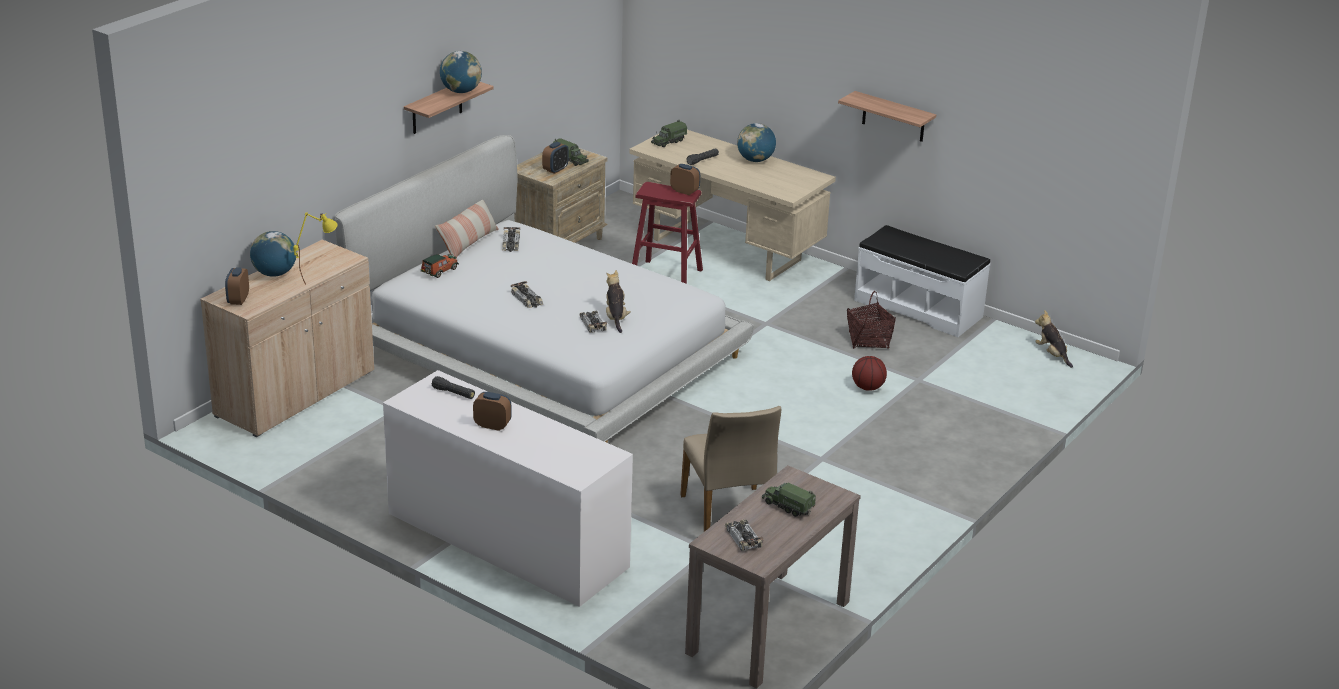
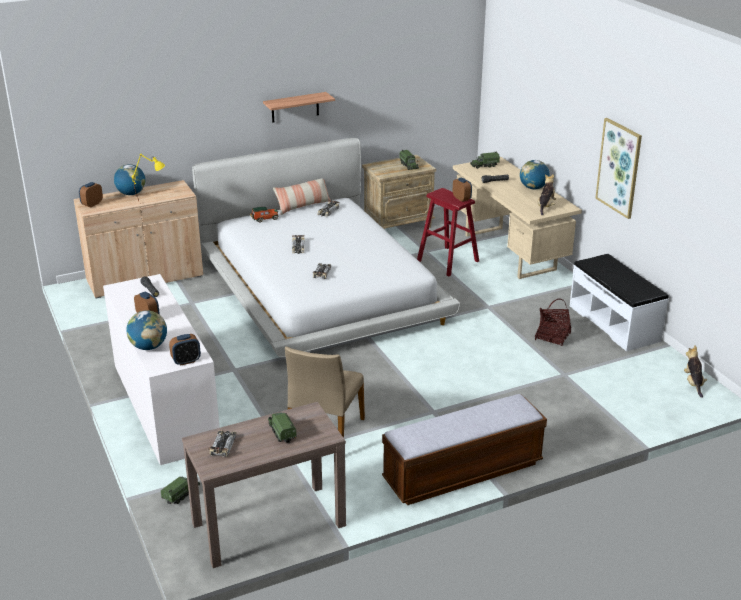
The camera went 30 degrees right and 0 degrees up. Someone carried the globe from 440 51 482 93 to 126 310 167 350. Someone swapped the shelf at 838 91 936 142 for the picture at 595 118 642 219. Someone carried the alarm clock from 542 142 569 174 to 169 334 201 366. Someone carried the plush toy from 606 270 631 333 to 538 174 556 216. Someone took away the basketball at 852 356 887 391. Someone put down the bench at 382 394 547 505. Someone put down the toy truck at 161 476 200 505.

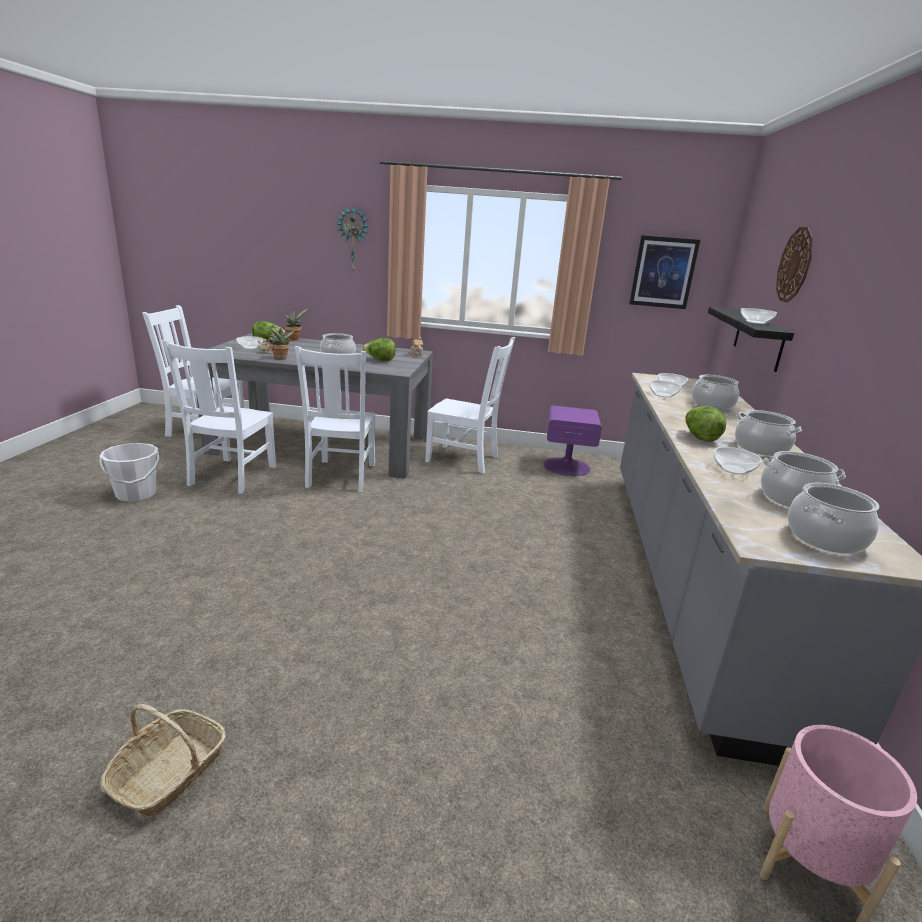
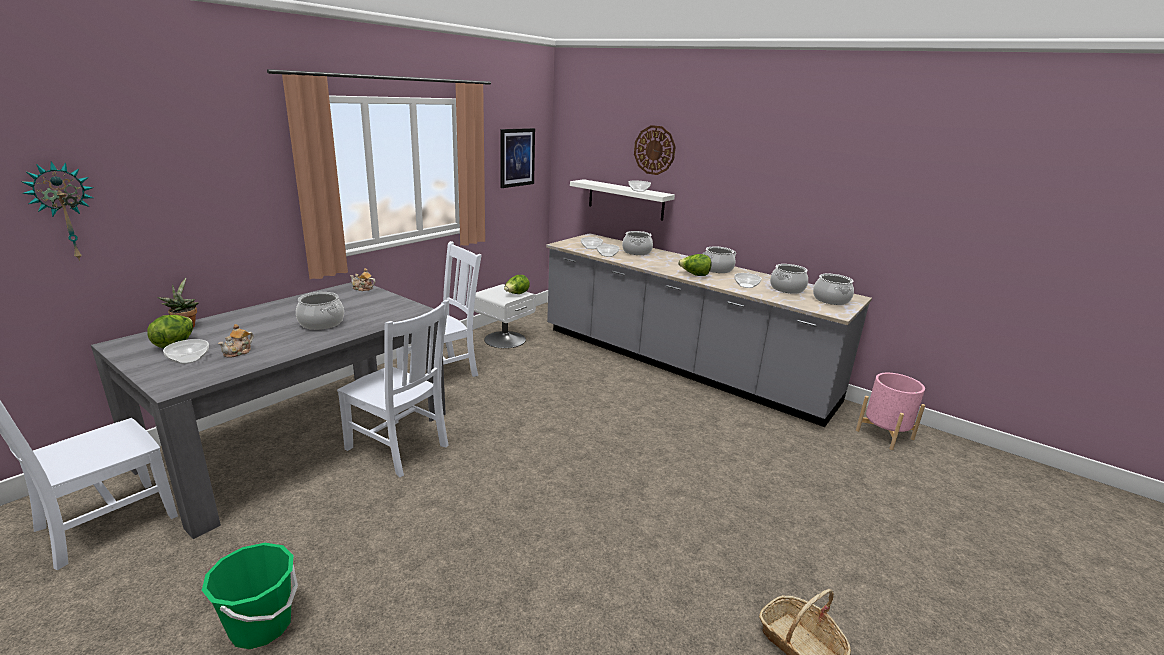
The camera went 60 degrees left and 0 degrees up. Someone carried the wall clock from 337 207 369 271 to 22 161 94 261. Someone repainted the shelf (black) at 708 307 794 372, which became the shelf (white) at 570 179 675 221. Someone took away the potted plant at 268 325 294 360. Someone carried the lettuce from 362 338 396 361 to 504 275 530 294. Someone took away the chair (white) at 162 340 276 494. Someone repainted the nightstand (purple) at 544 405 602 476, which became the nightstand (white) at 474 284 536 348. Someone repainted the bucket (white) at 99 443 160 502, which became the bucket (green) at 202 543 298 649.

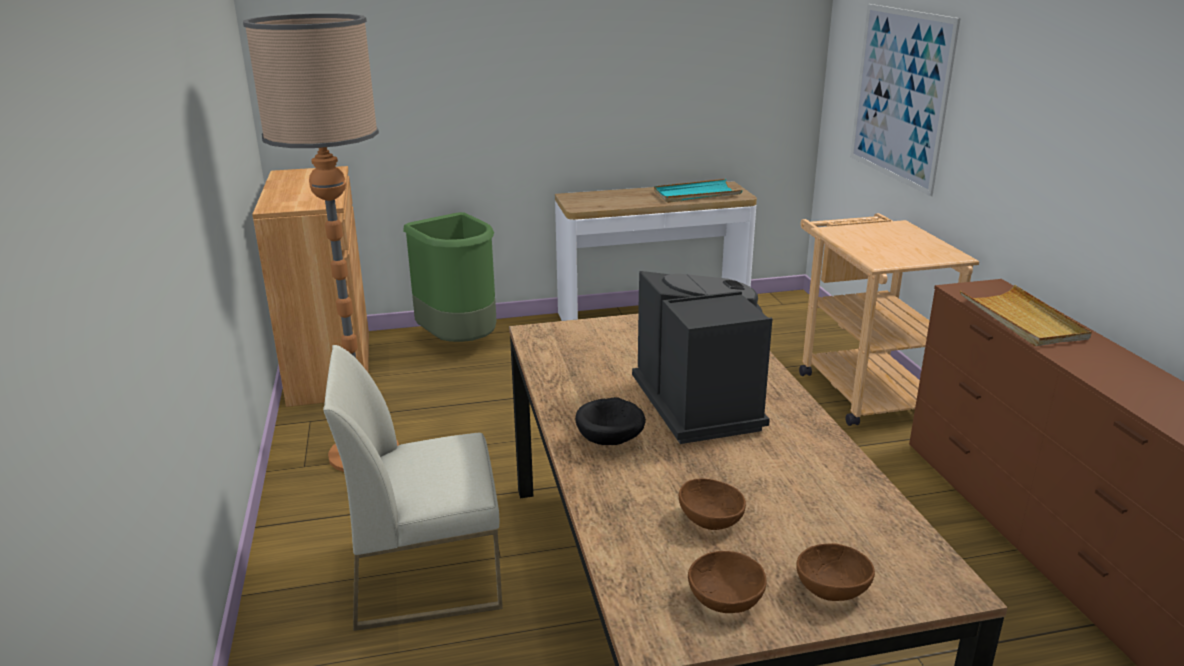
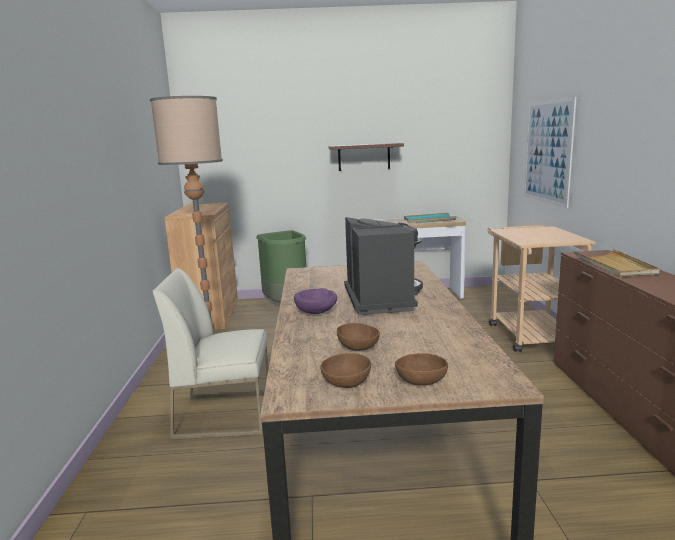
The camera went 10 degrees right and 10 degrees down. Someone repainted the bowl (black) at 575 397 646 445, which became the bowl (purple) at 294 288 337 314. Someone put up the shelf (brown) at 329 143 404 171.

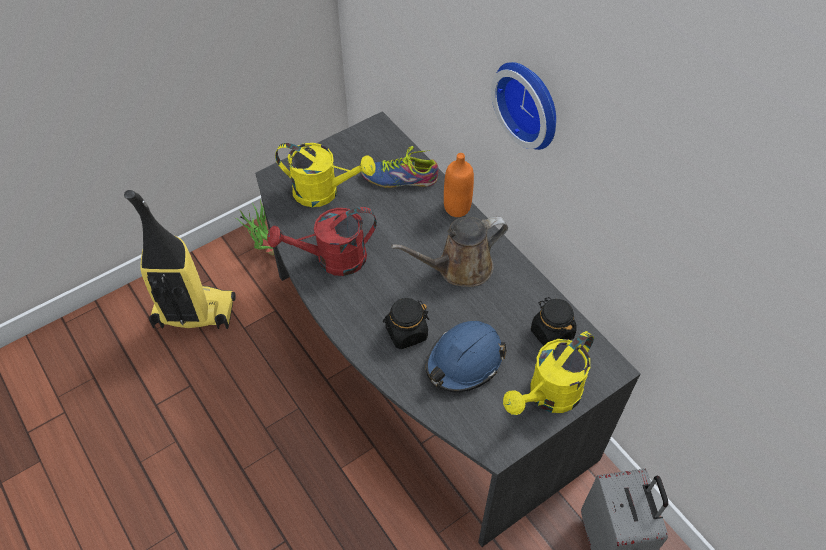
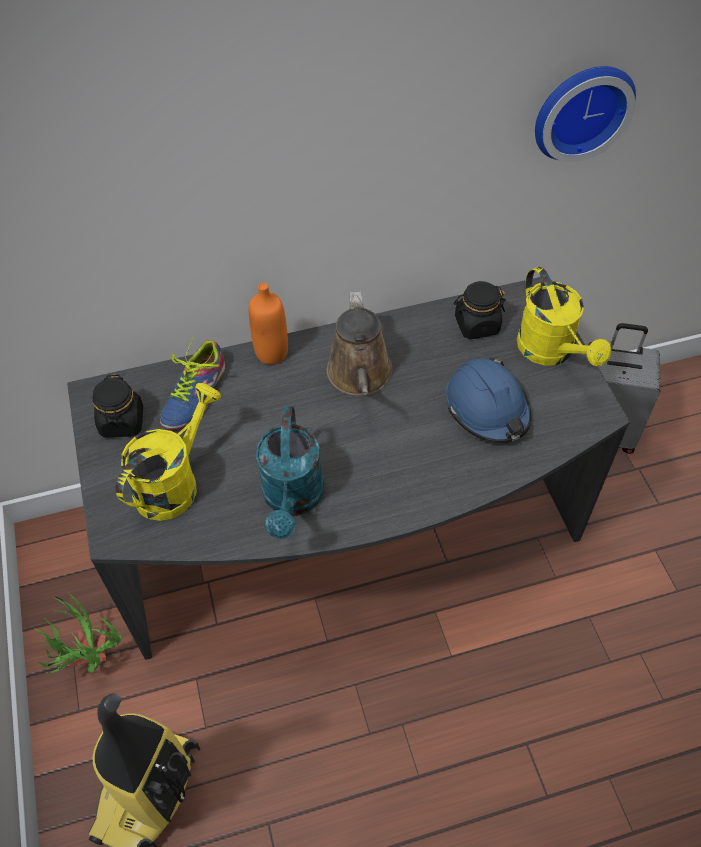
The camera went 70 degrees left and 0 degrees up. Someone carried the wall clock from 491 62 556 150 to 535 66 636 162. Someone repainted the watering can (red) at 267 207 377 276, which became the watering can (turquoise) at 256 406 324 539. Someone carried the jar (black) from 383 298 429 349 to 92 375 143 438.

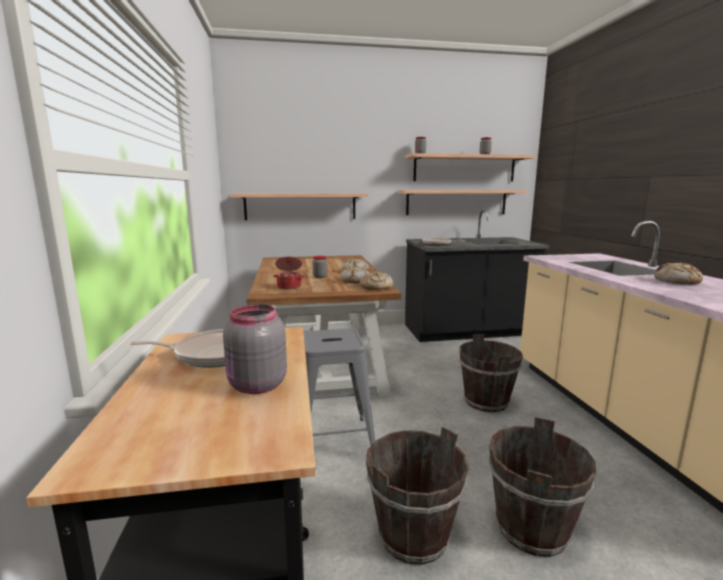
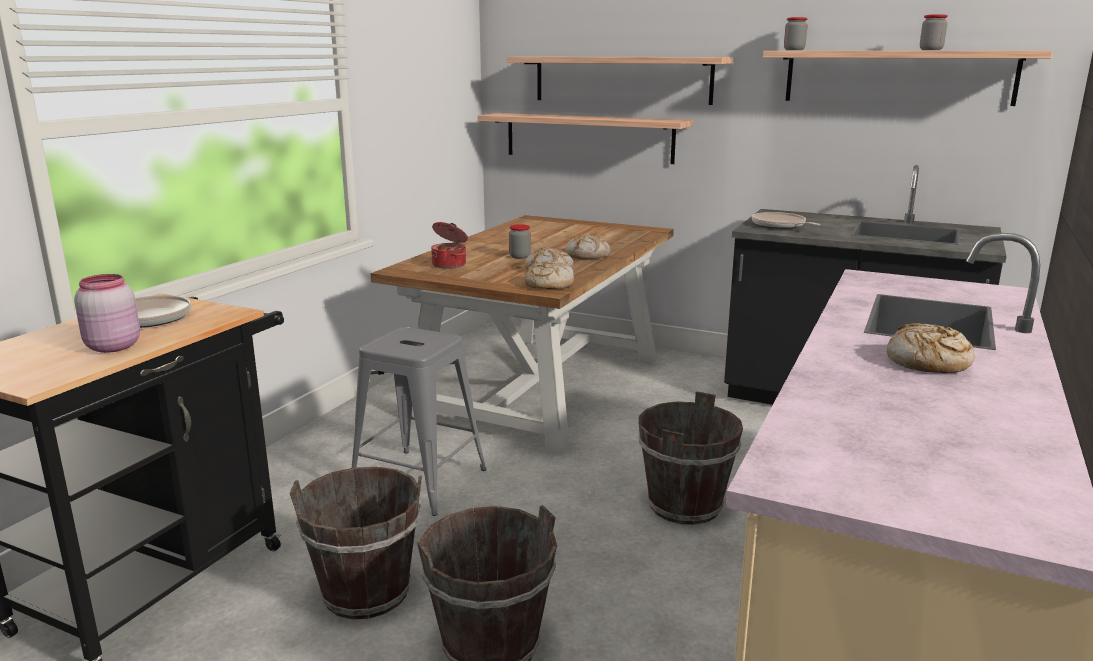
The camera went 35 degrees right and 5 degrees up. Someone carried the shelf from 398 190 526 215 to 506 56 733 105. Someone repainted the jar (grey) at 223 304 287 394, which became the jar (pink) at 74 274 140 353.

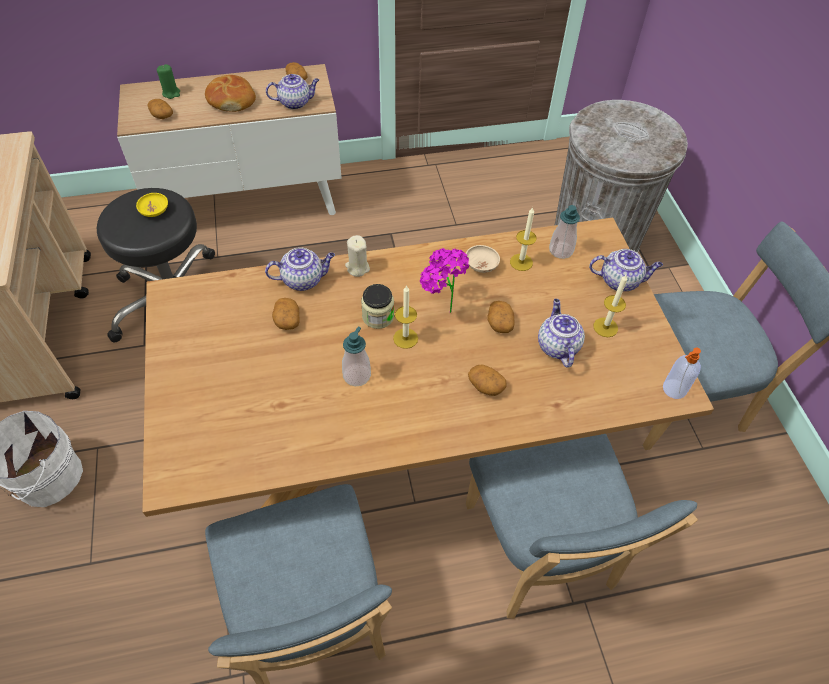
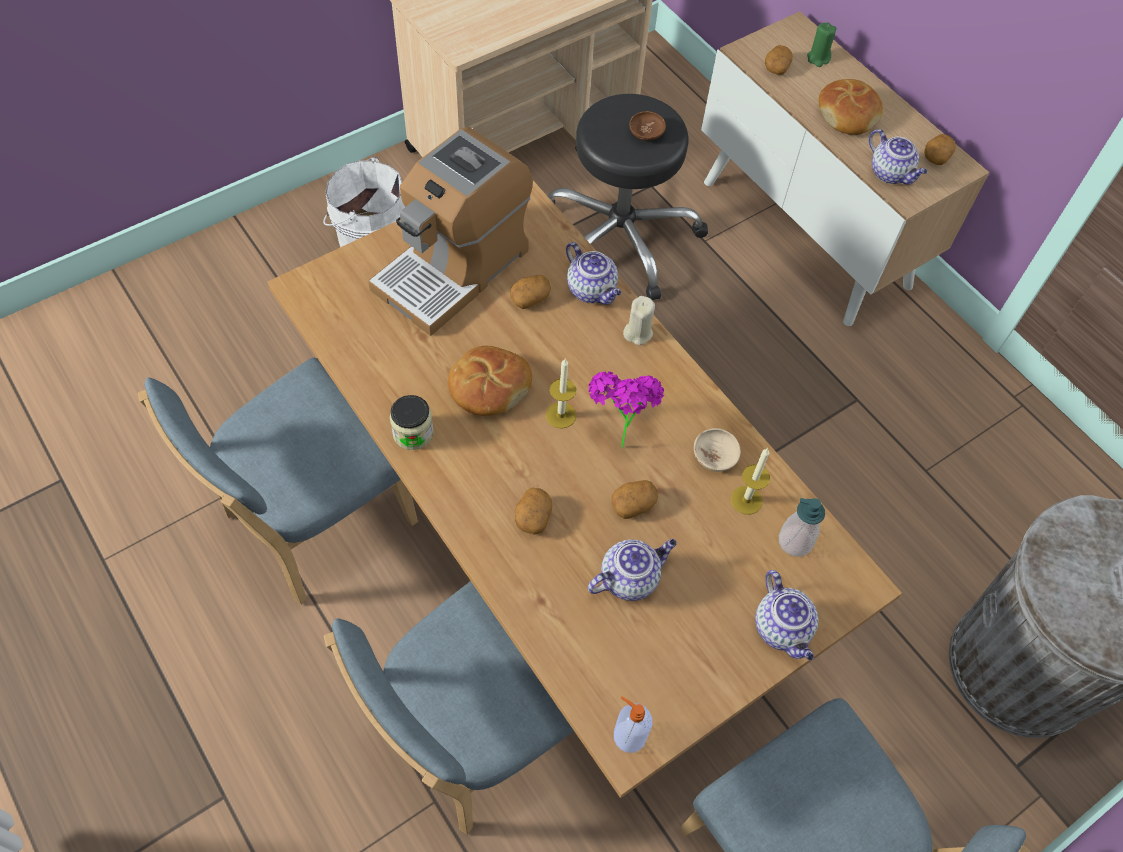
The camera went 65 degrees right and 5 degrees up. Someone repainted the bowl (yellow) at 136 193 168 217, which became the bowl (brown) at 629 111 666 141. Someone took away the candle at 593 275 627 337. Someone carried the jar from 361 284 394 329 to 390 395 434 450. Someone swapped the soap dispenser at 342 327 371 386 for the bread at 448 346 532 416. Someone put down the coffee machine at 368 127 533 336.

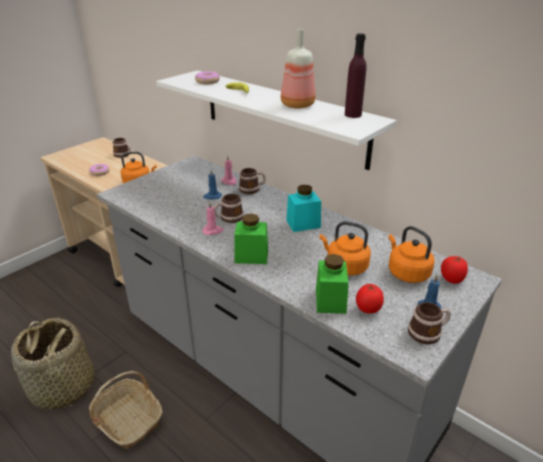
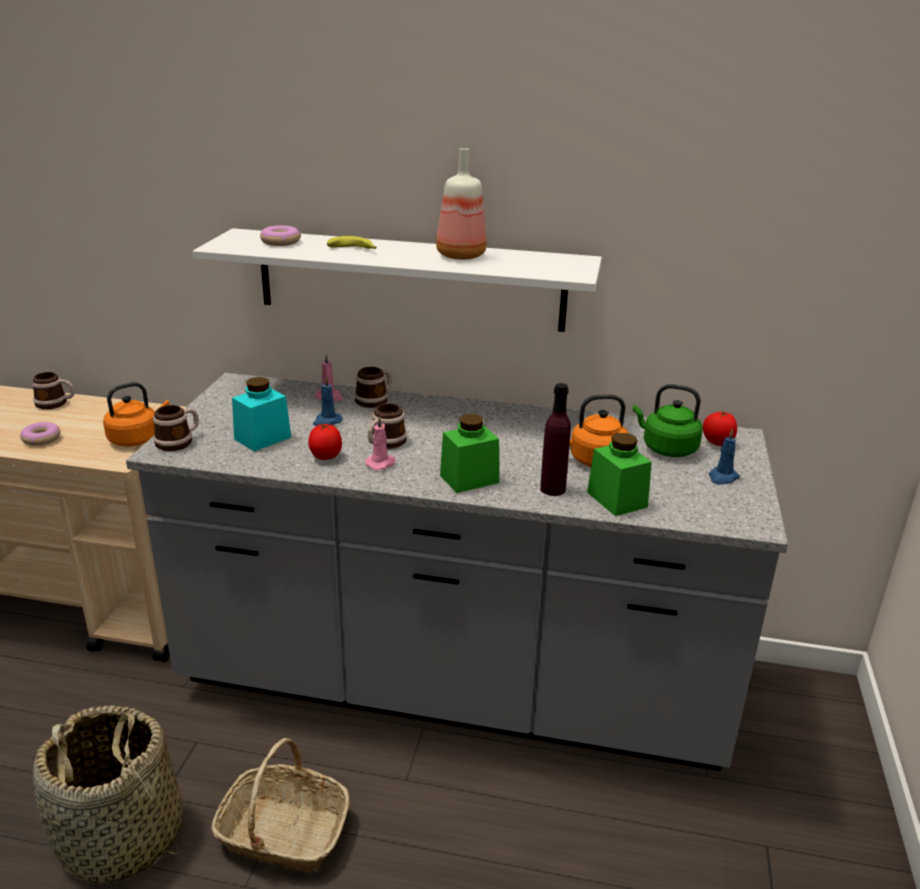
The camera went 30 degrees left and 5 degrees down. Someone carried the bottle (purple) from 345 33 366 118 to 540 383 571 496. Someone carried the jar (turquoise) from 286 185 321 232 to 232 377 291 452. Someone repainted the kettle (orange) at 388 226 435 283, which became the kettle (green) at 633 384 703 457. Someone carried the tomato from 356 283 384 314 to 308 423 342 460. Someone carried the mug from 408 302 451 344 to 153 405 199 451.

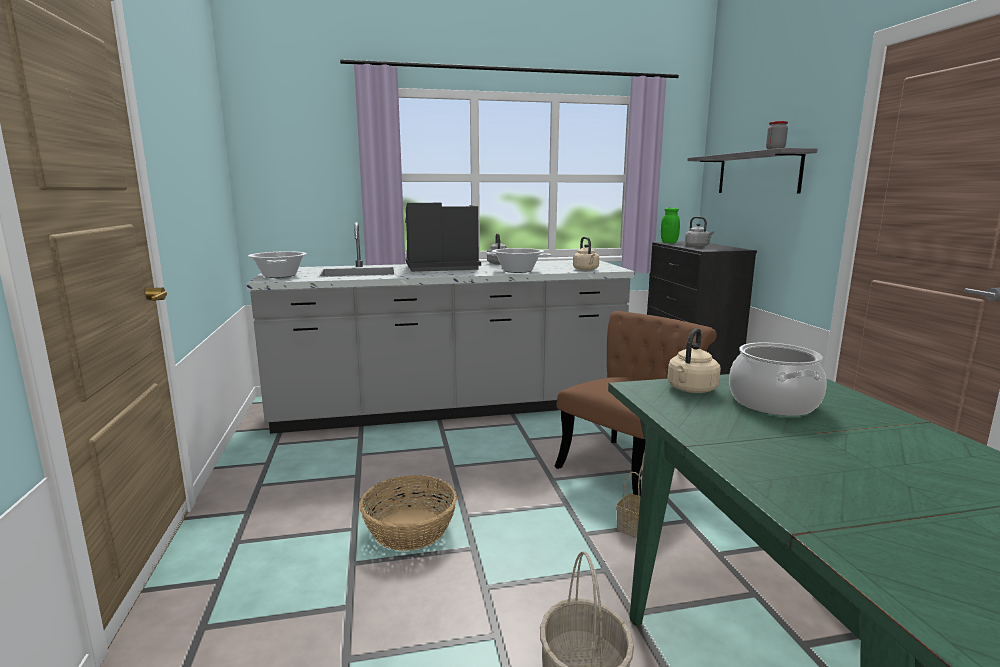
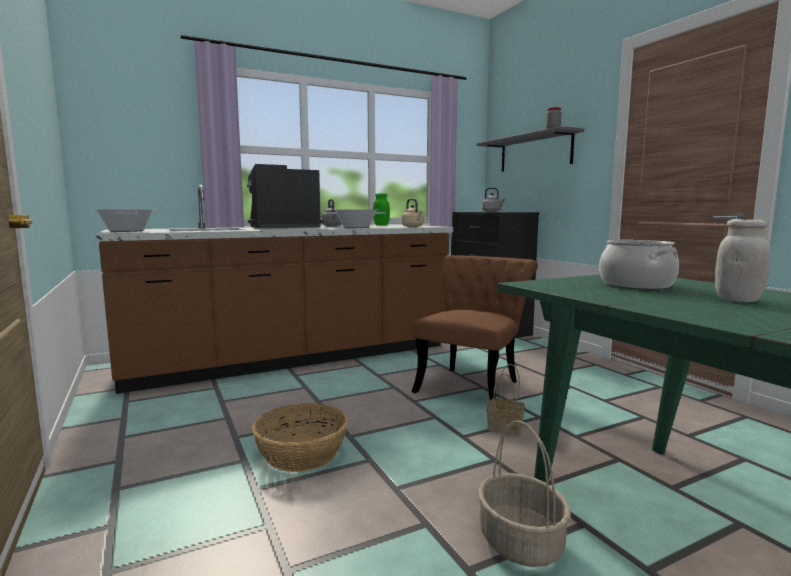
The camera went 15 degrees left and 5 degrees down. Someone carried the jar (green) from 661 208 680 243 to 373 193 390 225. Someone repainted the counter (grey) at 246 222 635 434, which became the counter (brown) at 96 185 453 394. Someone took away the kettle (beige) at 667 328 721 393. Someone put down the jar (white) at 715 219 769 302.

